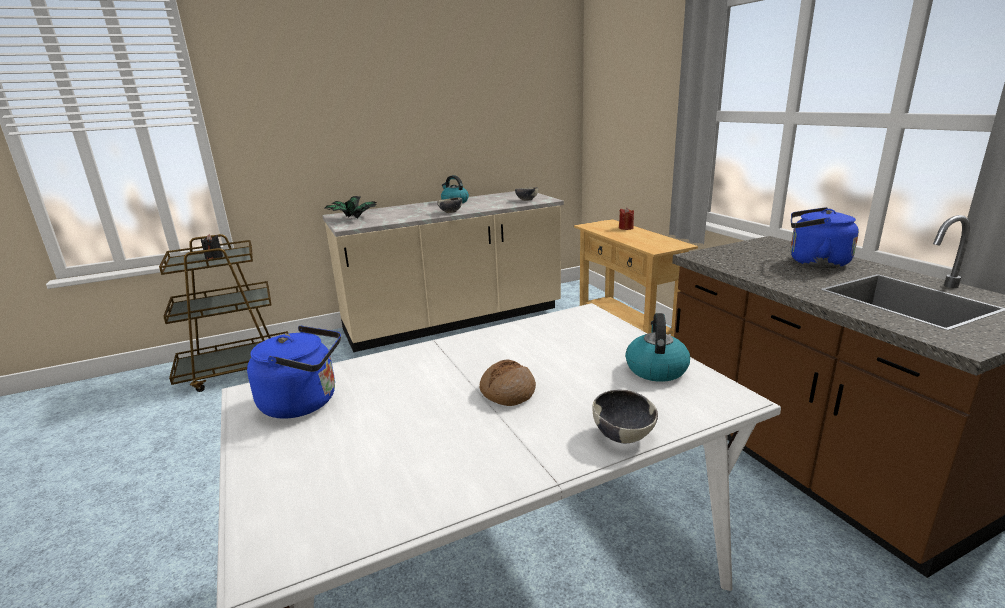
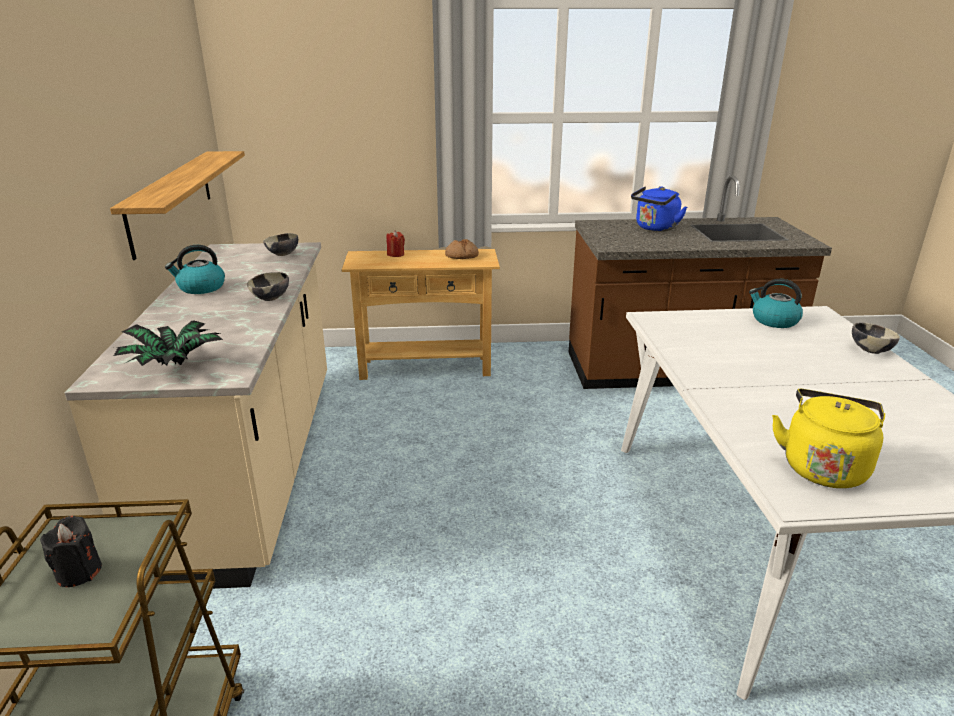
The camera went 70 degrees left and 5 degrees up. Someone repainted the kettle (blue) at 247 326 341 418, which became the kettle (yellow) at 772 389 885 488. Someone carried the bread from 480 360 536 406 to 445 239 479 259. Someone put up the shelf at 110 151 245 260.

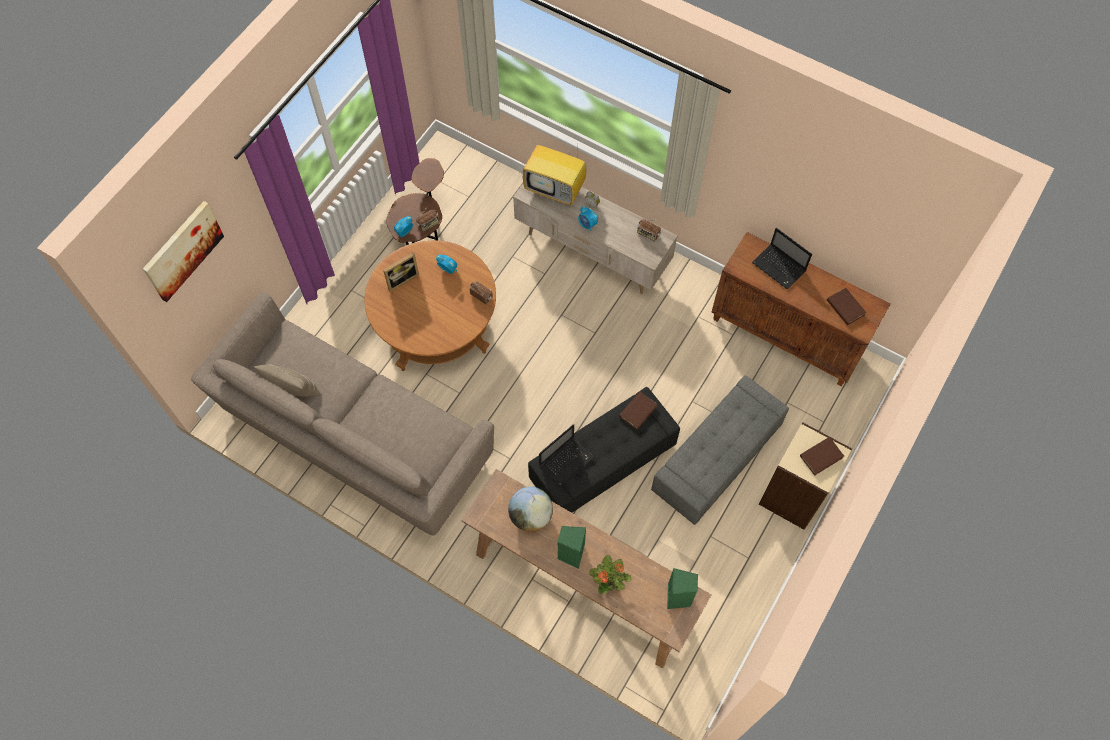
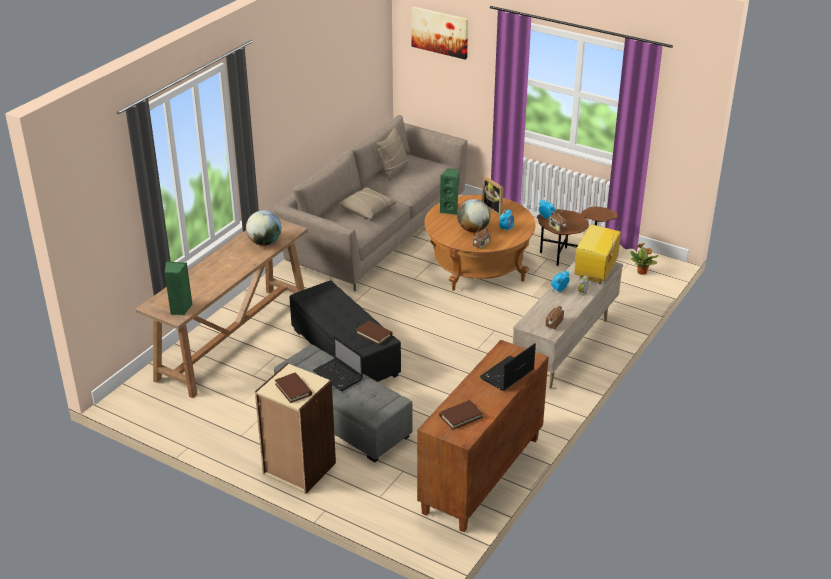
The camera went 90 degrees right and 30 degrees down. Someone carried the laptop from 539 424 594 487 to 313 335 363 391. Someone carried the speaker (green) from 557 526 586 569 to 440 168 459 215. Someone carried the potted plant from 589 555 631 594 to 630 243 658 275. Someone put down the pillow (beige) at 338 188 398 219. Someone put down the globe at 457 199 490 232.

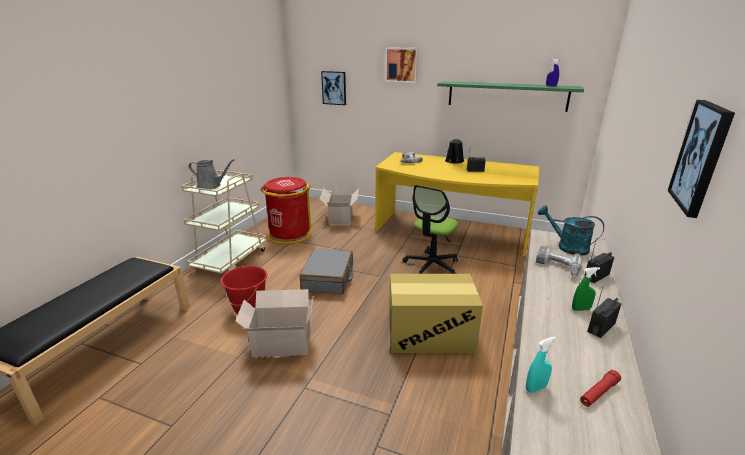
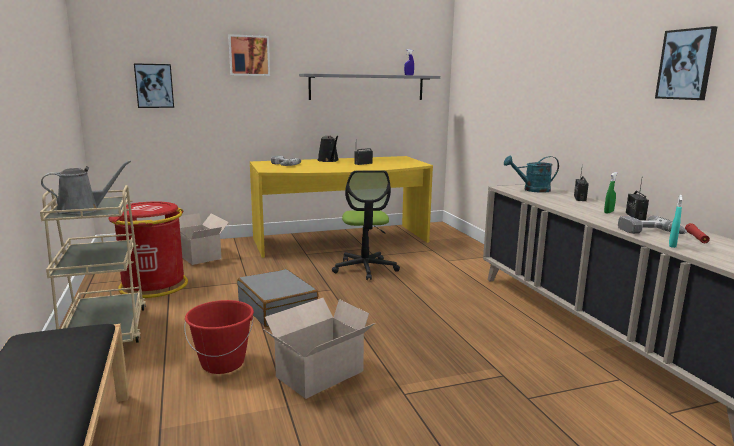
The camera went 40 degrees left and 10 degrees down. Someone repainted the shelf (green) at 437 81 584 112, which became the shelf (grey) at 299 73 440 100. Someone carried the power drill from 536 246 582 277 to 618 216 687 234. Someone took away the cardboard box at 389 274 483 353.

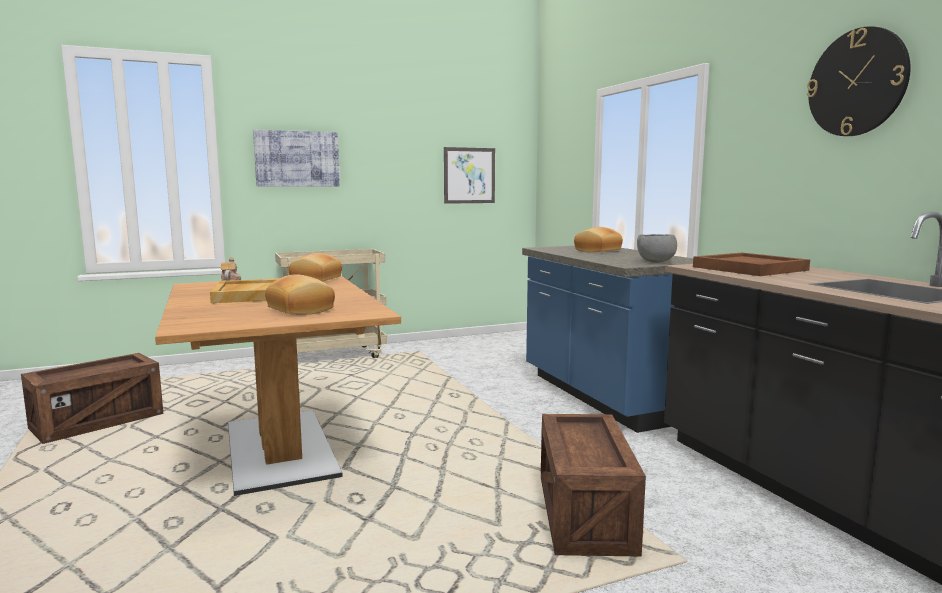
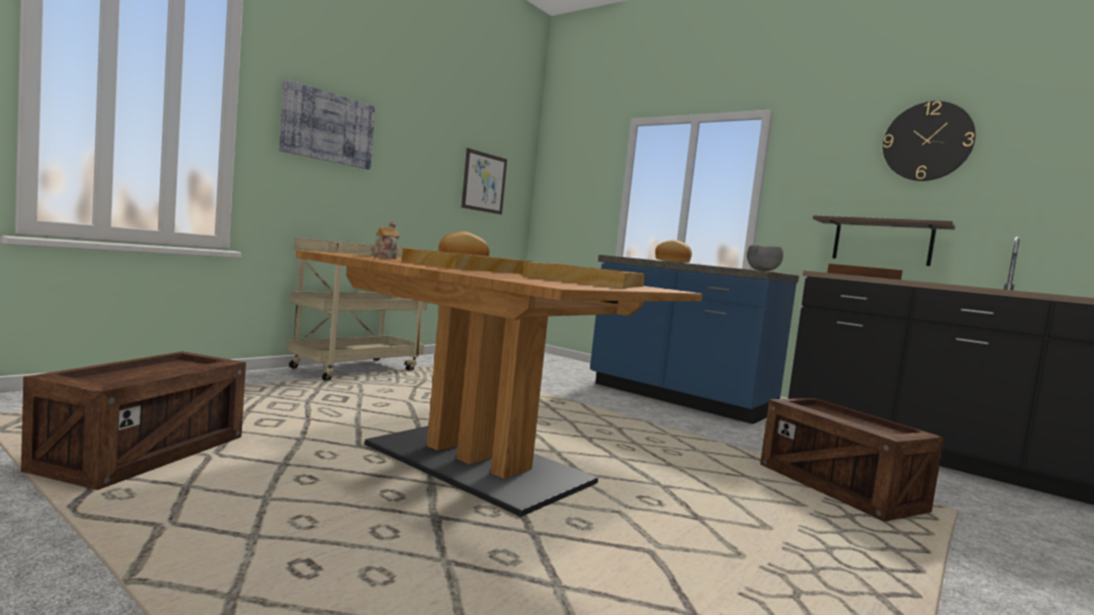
The camera went 30 degrees left and 5 degrees down. Someone swapped the bread at 265 274 335 315 for the tray (beige) at 522 262 645 288. Someone put up the shelf at 813 215 956 266.

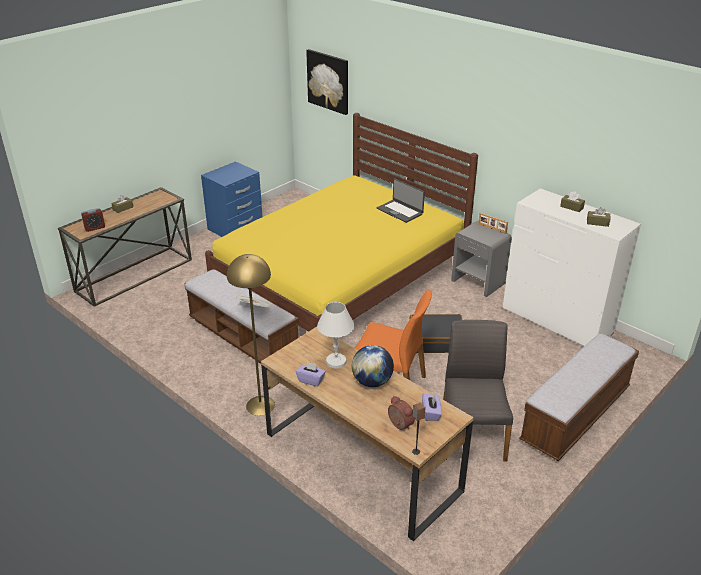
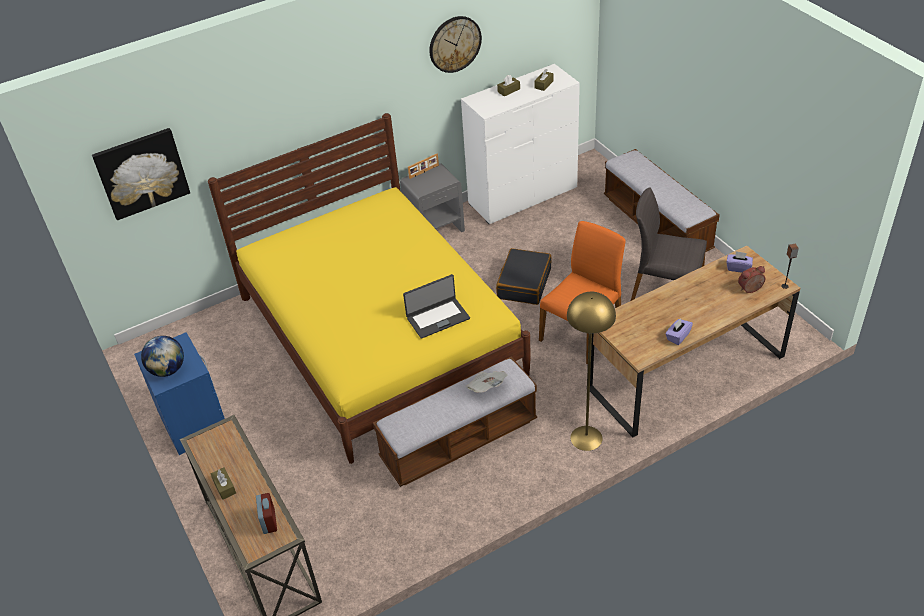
The camera went 70 degrees left and 10 degrees up. Someone carried the laptop from 377 178 425 223 to 403 274 470 339. Someone took away the table lamp (white) at 317 302 354 369. Someone carried the globe from 352 345 394 387 to 141 336 184 377. Someone put up the wall clock at 429 16 482 73.

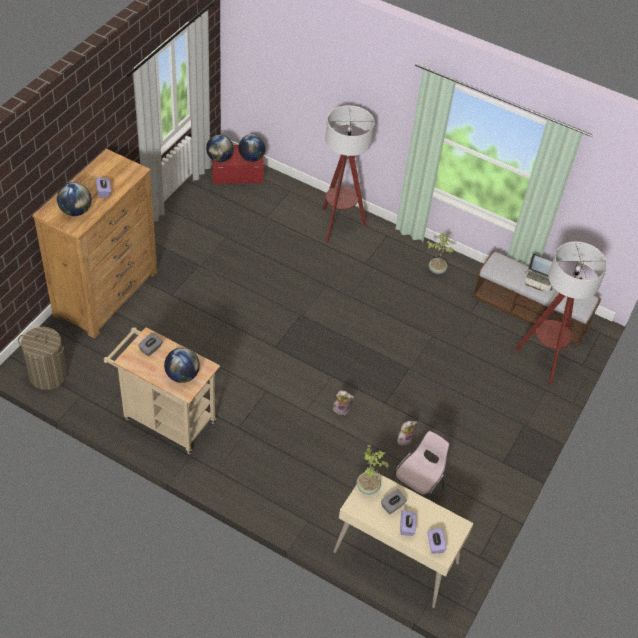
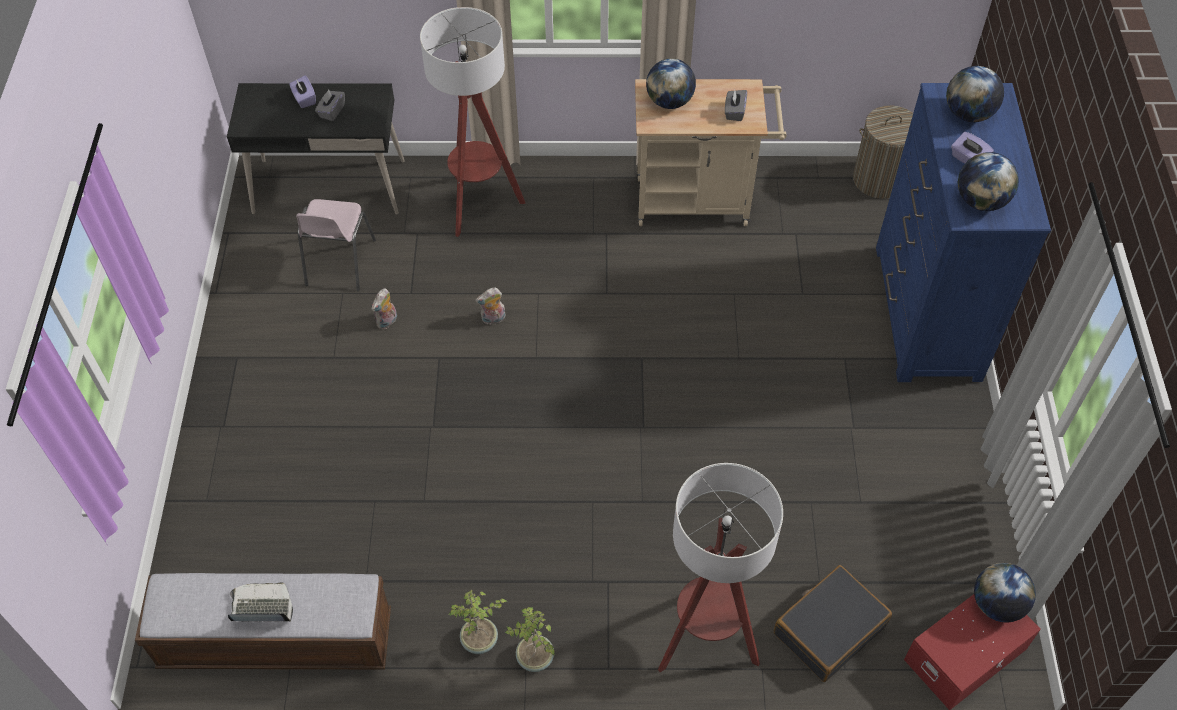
The camera went 155 degrees right and 5 degrees up. Someone carried the globe from 238 134 266 162 to 958 152 1019 211. Someone repainted the dresser (brown) at 32 149 157 339, which became the dresser (blue) at 876 83 1051 382. Someone carried the floor lamp from 515 241 608 385 to 420 7 525 237. Someone carried the potted plant from 357 445 390 495 to 505 607 555 672. Someone repainted the desk (beige) at 333 468 474 608, which became the desk (black) at 227 83 405 215. Someone took away the tissue box (purple) at 427 528 447 554. Someone put down the suitcase (black) at 774 565 892 682.

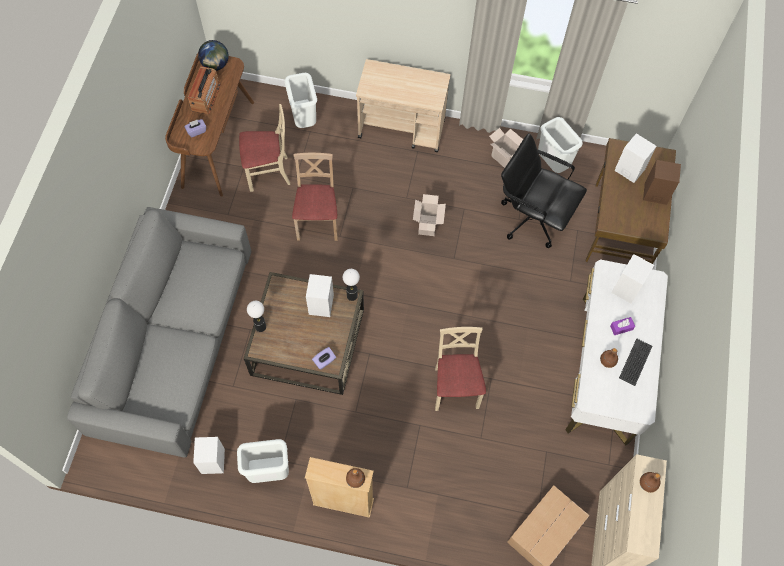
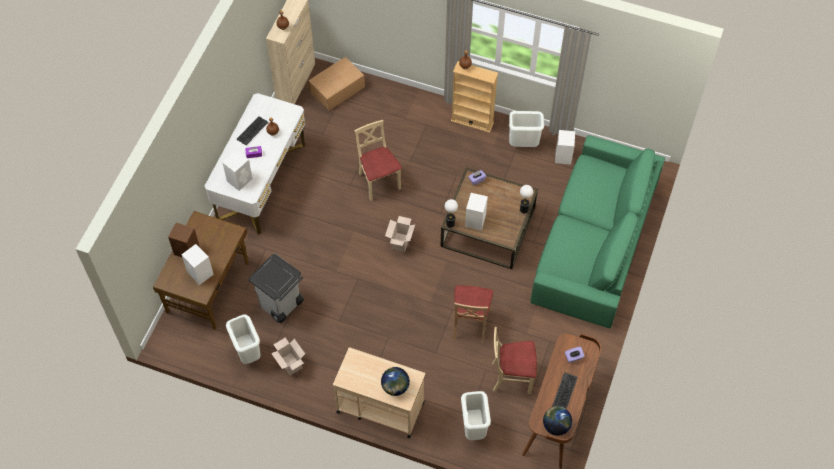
The camera went 170 degrees left and 5 degrees down. Someone swapped the radio at 188 66 221 114 for the keyboard at 552 372 578 409. Someone swapped the office chair (black) at 501 133 587 248 for the trash can (grey) at 249 253 303 323. Someone carried the cardboard box from 413 194 446 236 to 385 216 415 252. Someone repainted the sofa (grey) at 67 207 251 458, which became the sofa (green) at 530 135 665 328. Someone rotated the chair (beige) at 435 327 486 411 by 150 degrees clockwise. Someone put down the globe at 381 367 410 396.

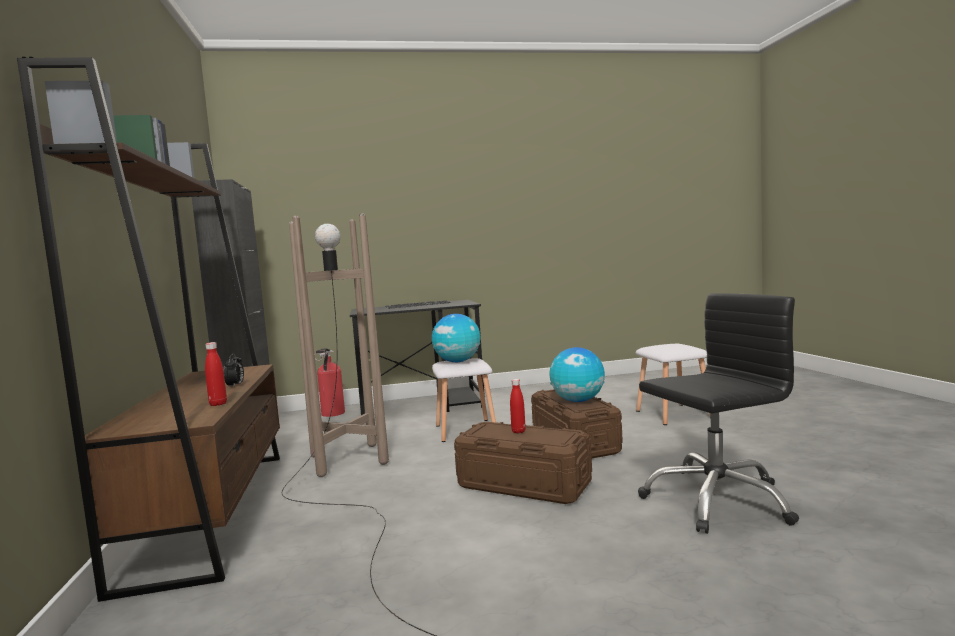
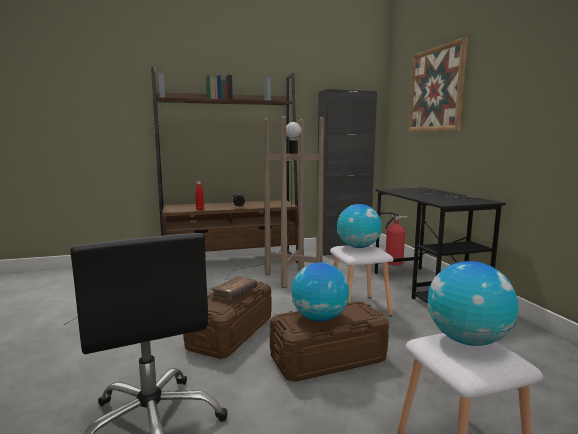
The camera went 85 degrees right and 5 degrees up. Someone swapped the bottle (red) at 510 379 526 433 for the book (brown) at 210 276 257 300. Someone put up the picture at 409 37 468 132. Someone put down the globe at 427 261 518 346.

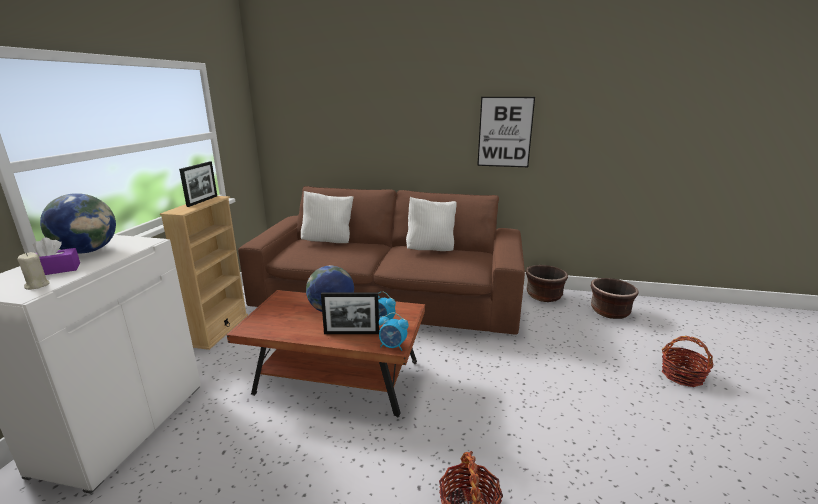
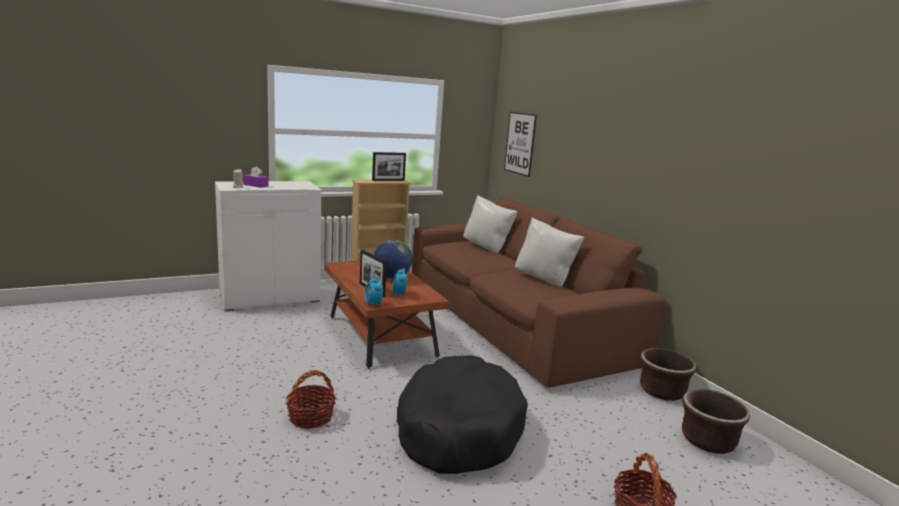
The camera went 50 degrees right and 5 degrees down. Someone carried the picture from 477 97 535 167 to 504 112 537 177. Someone took away the globe at 40 193 116 253. Someone put down the dog bed (black) at 397 355 528 474.

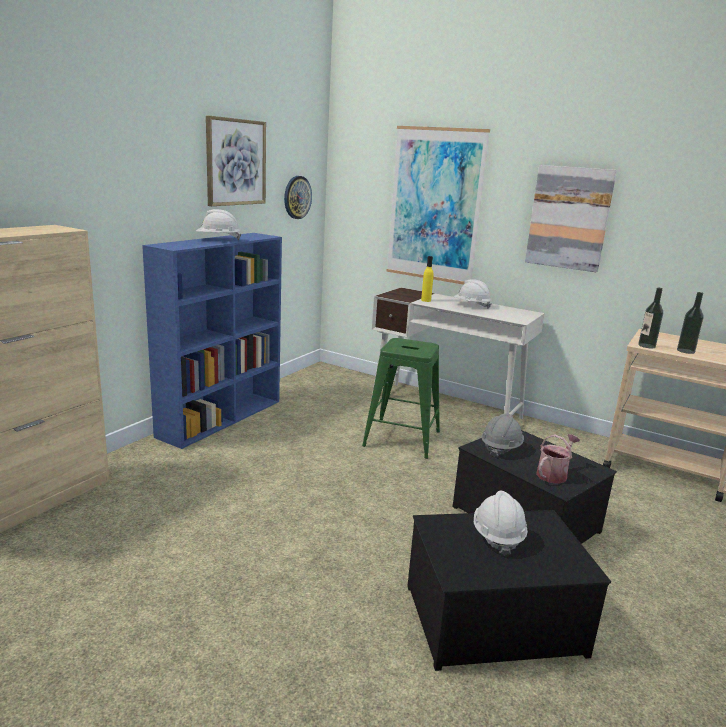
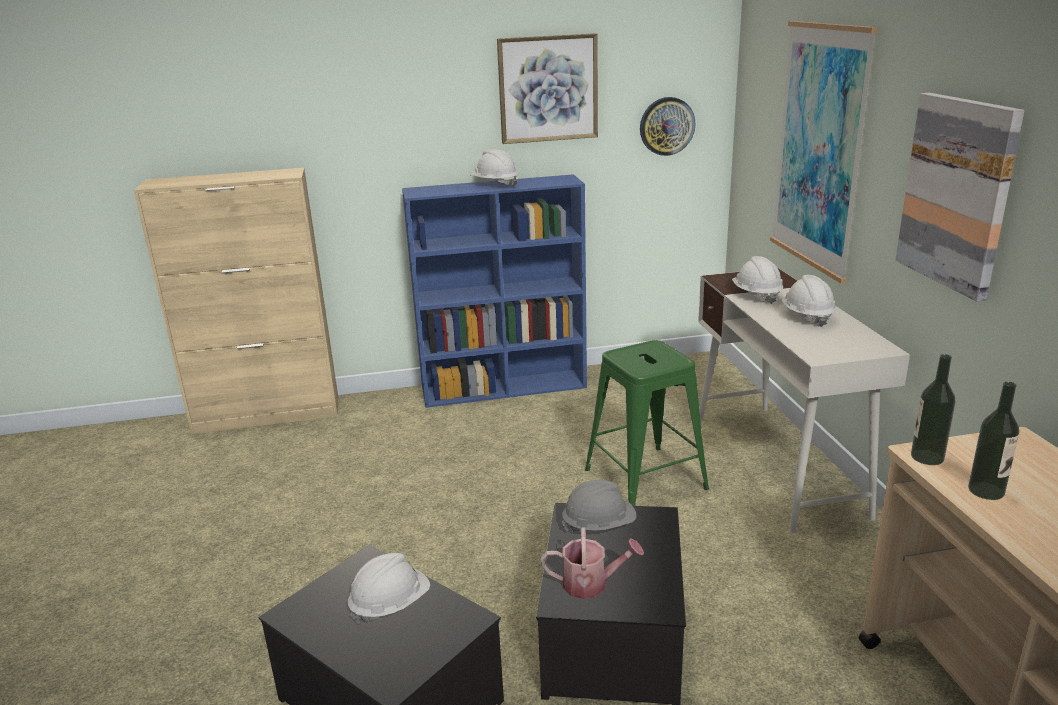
The camera went 50 degrees right and 5 degrees up. Someone swapped the bottle (yellow) at 421 256 434 302 for the hard hat (white) at 732 256 783 304.

